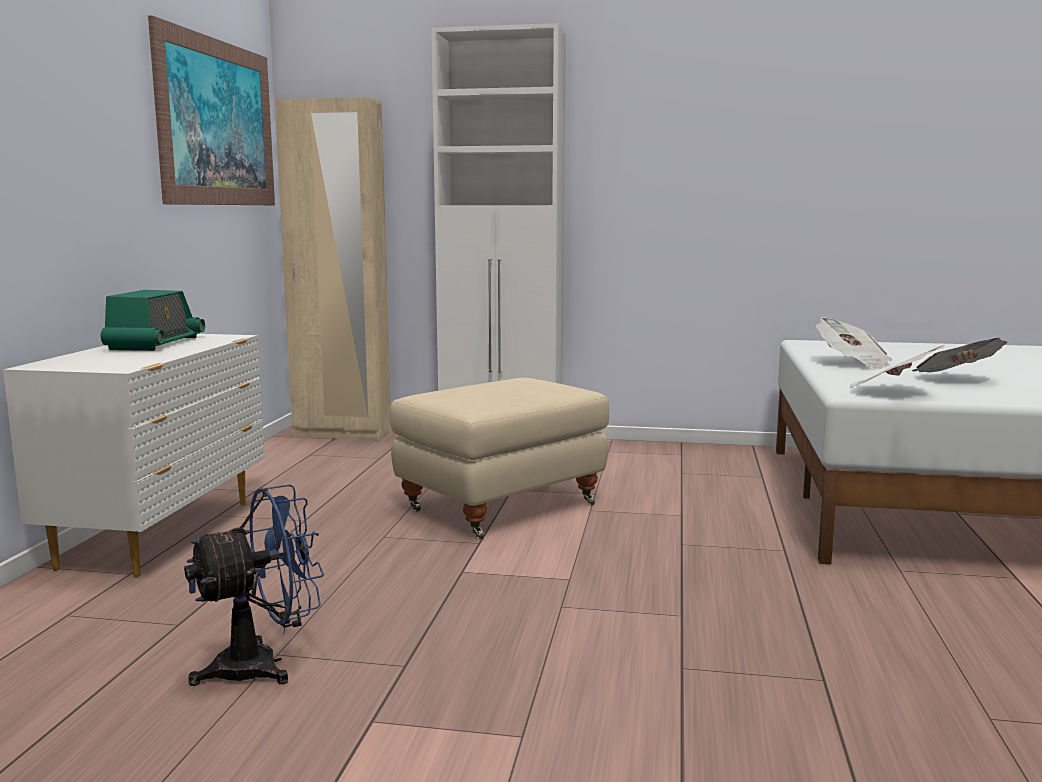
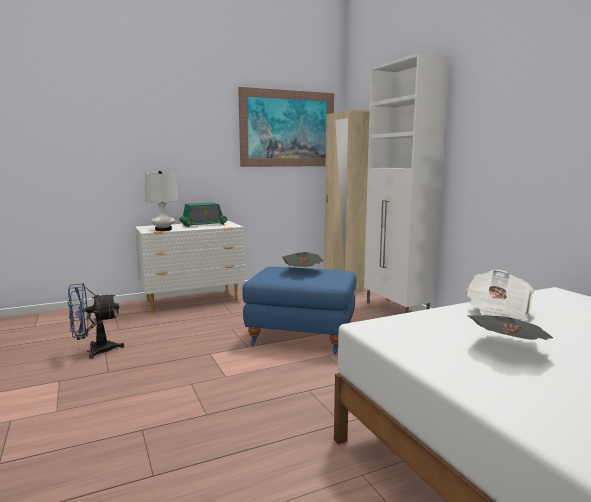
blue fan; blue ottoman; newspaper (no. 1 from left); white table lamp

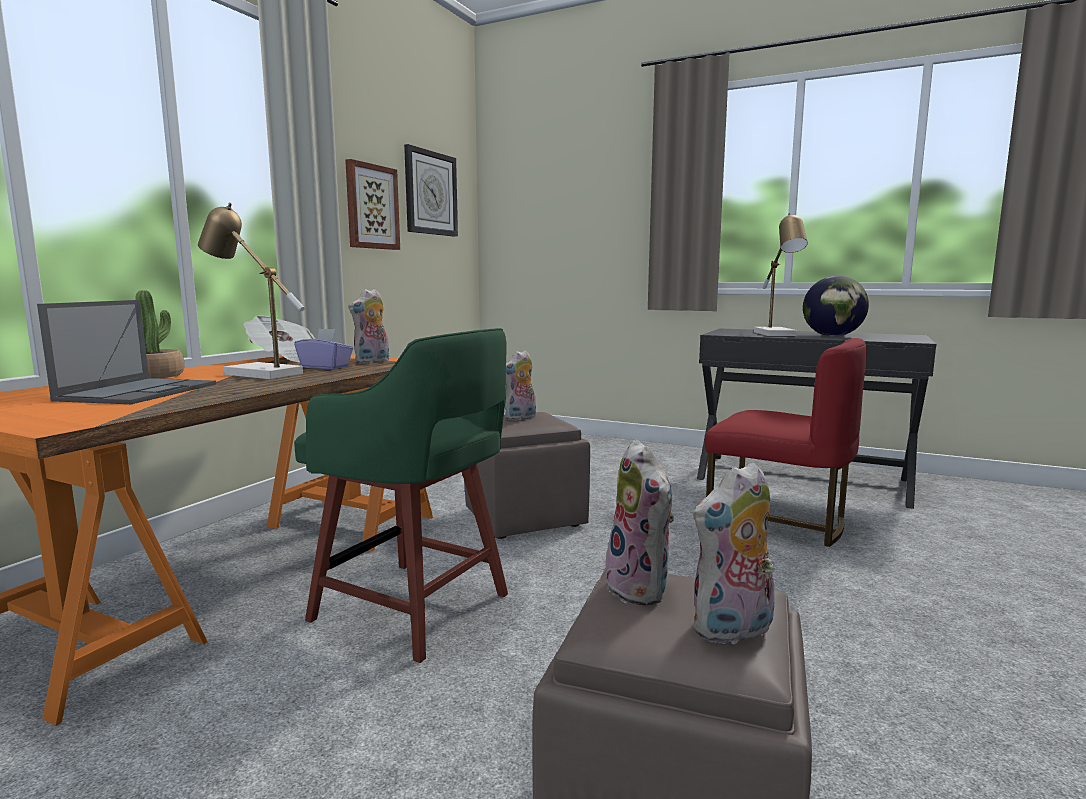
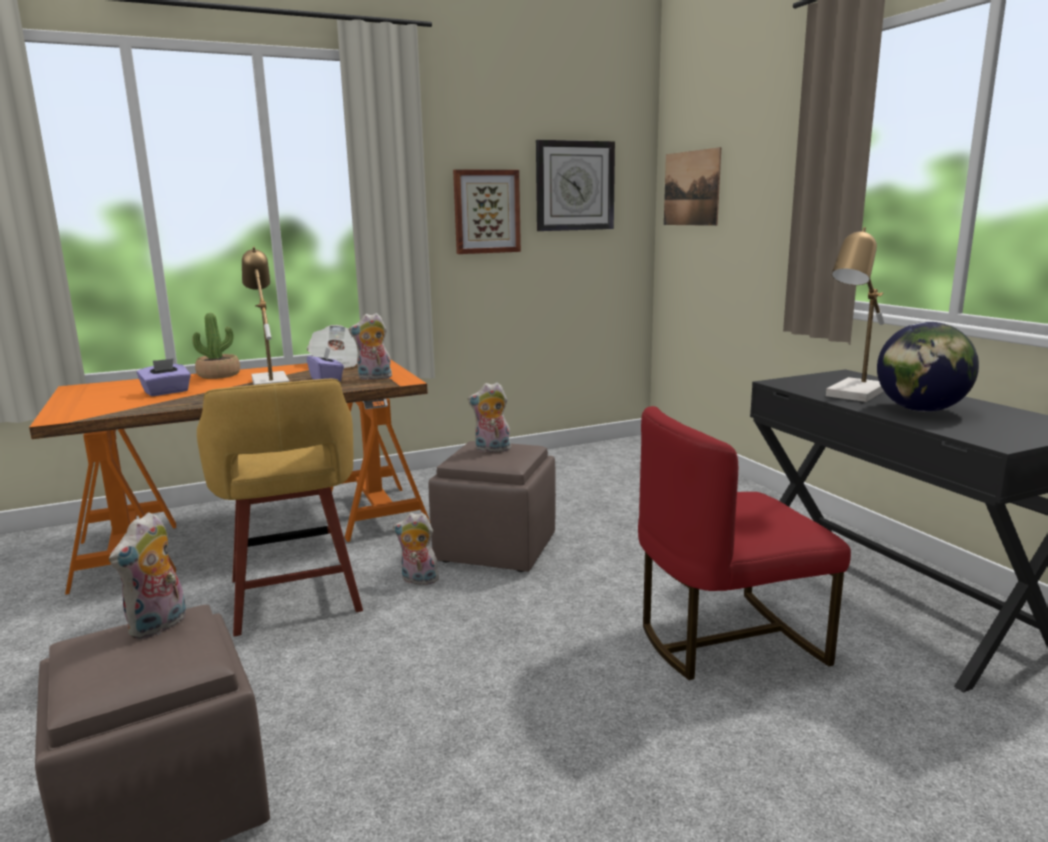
purple tissue box (no. 1 from left); yellow stool; plush toy (no. 3 from left); red chair; picture (no. 2 from left)

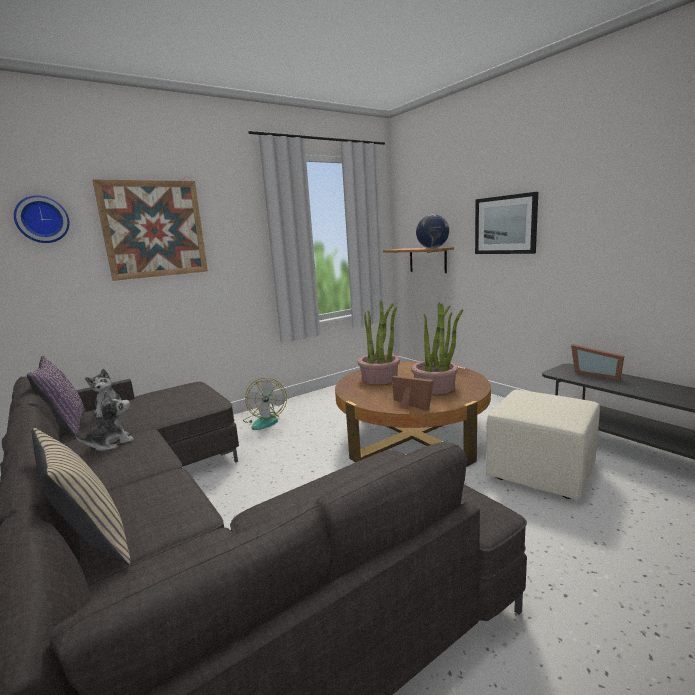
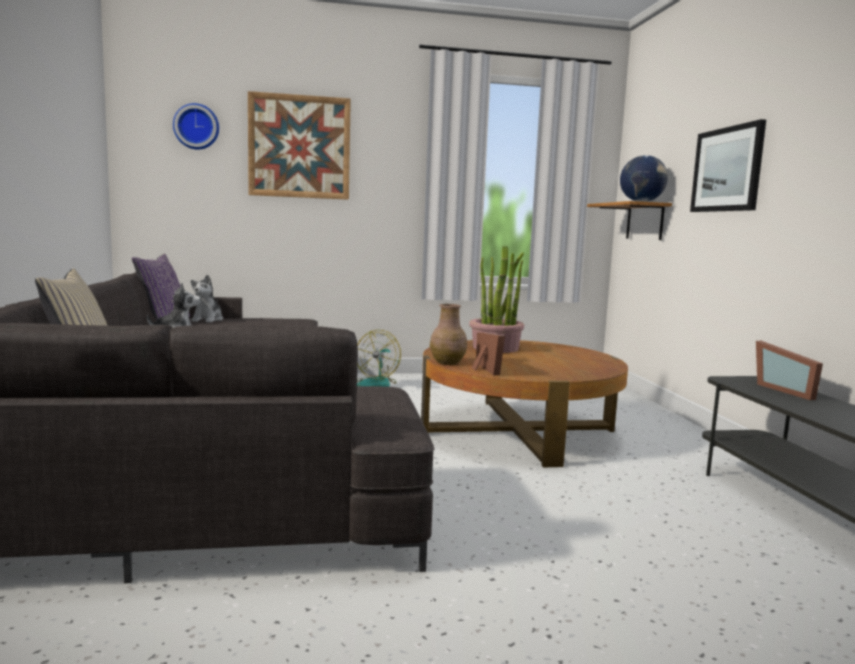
potted plant (no. 2 from left in the first image); beige ottoman; brown vase

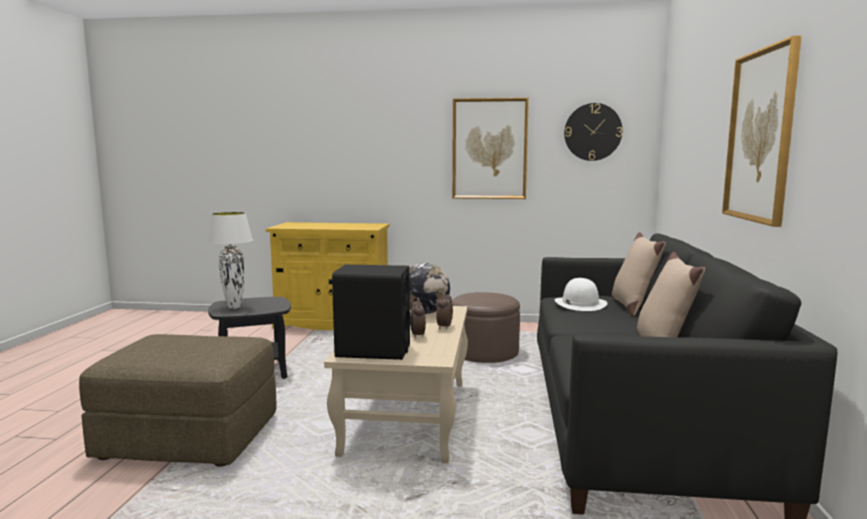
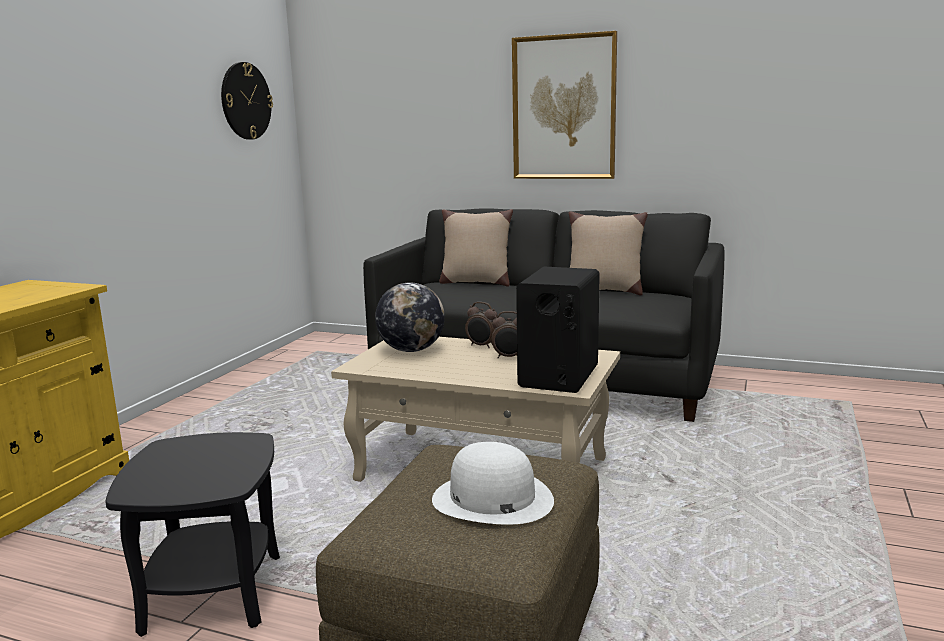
white table lamp; picture (no. 1 from left in the first image); brown ottoman (no. 2 from left in the first image); white hat

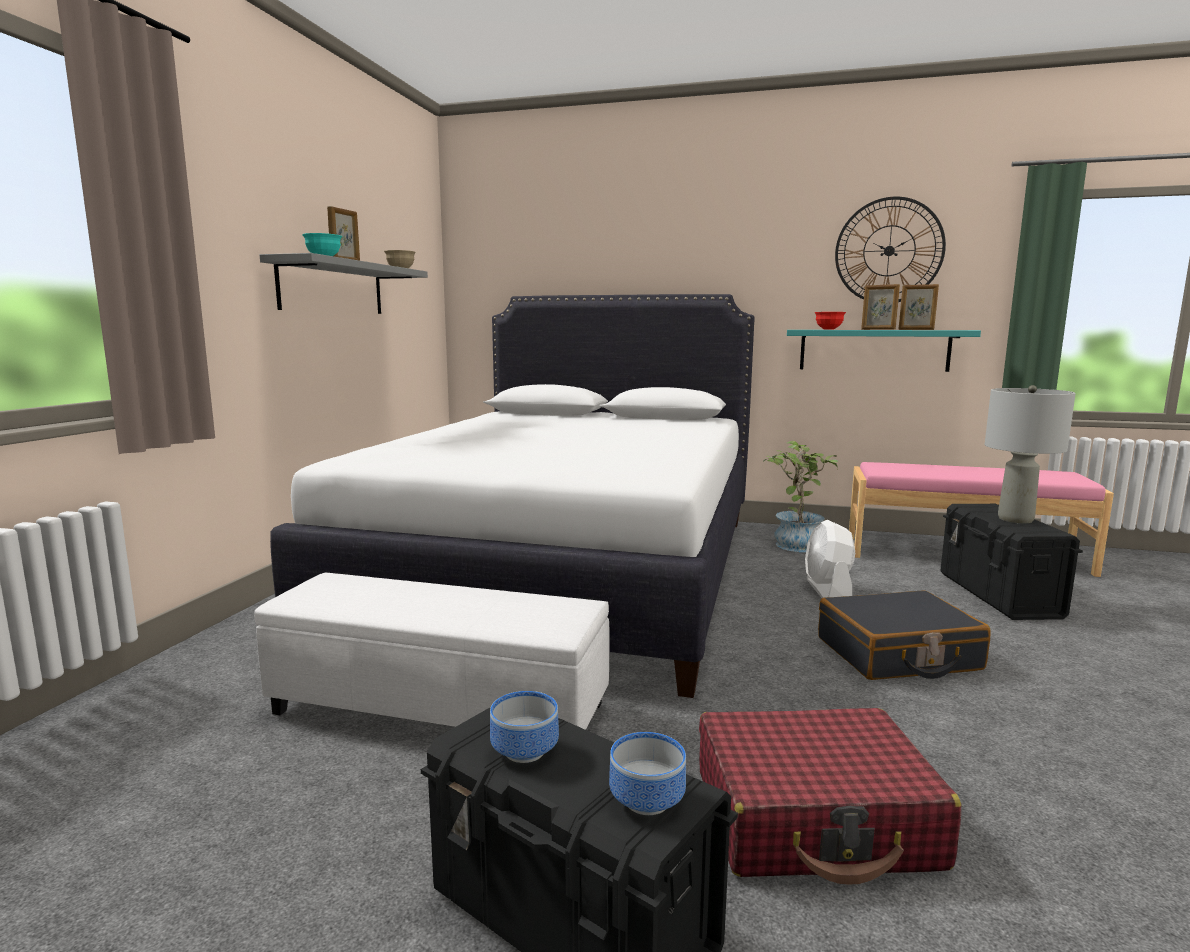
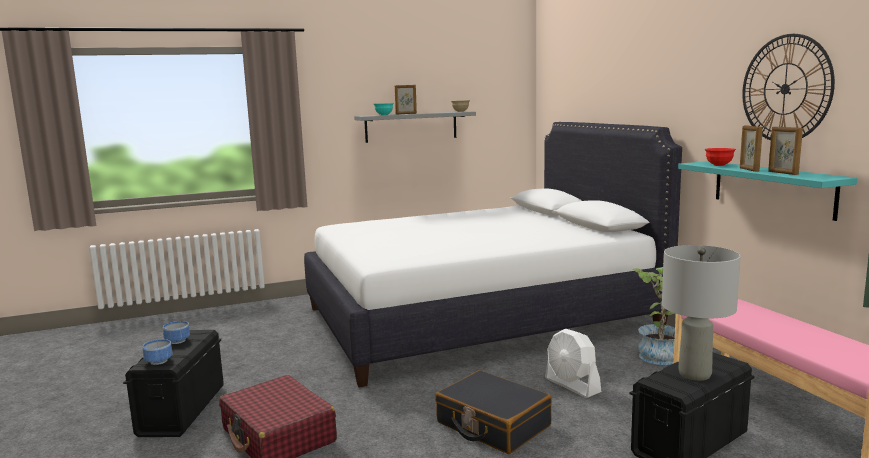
white ottoman; white fan

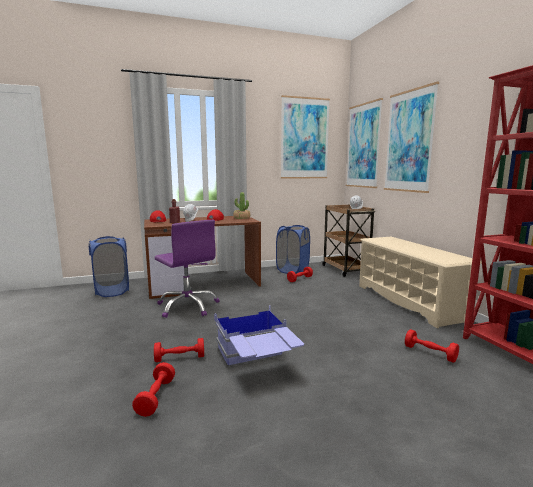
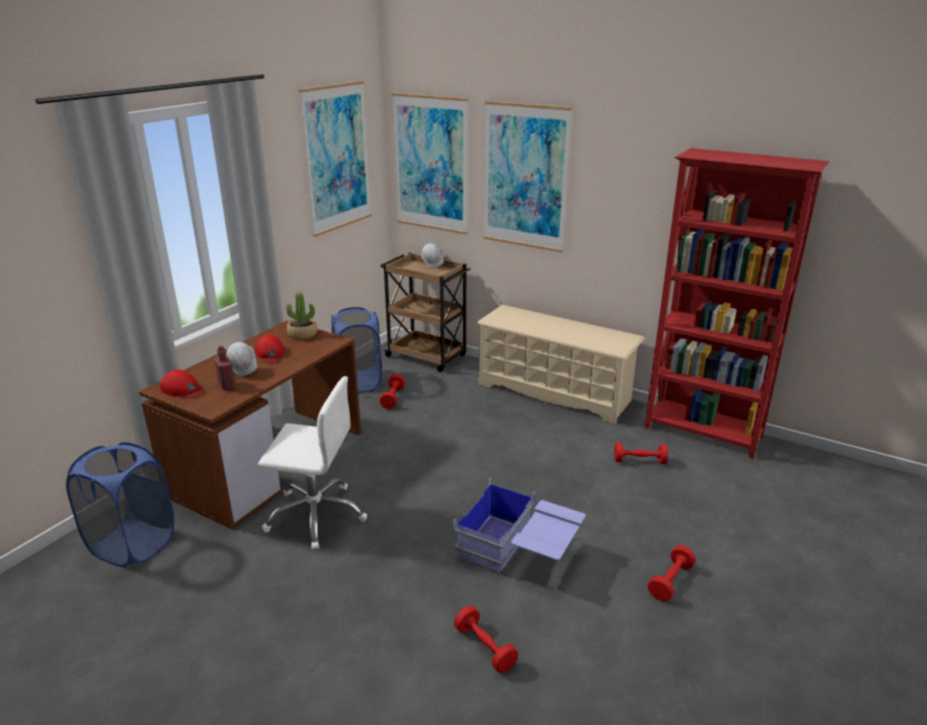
white office chair; red dumbbell (no. 4 from left)

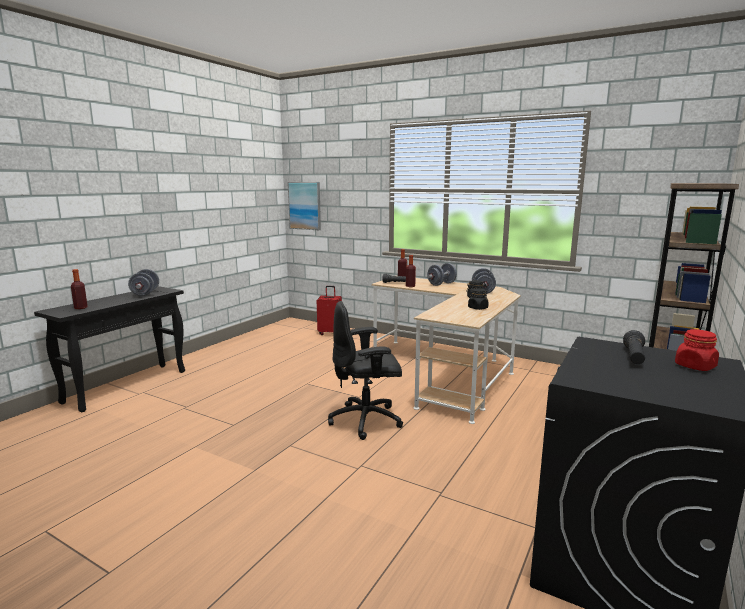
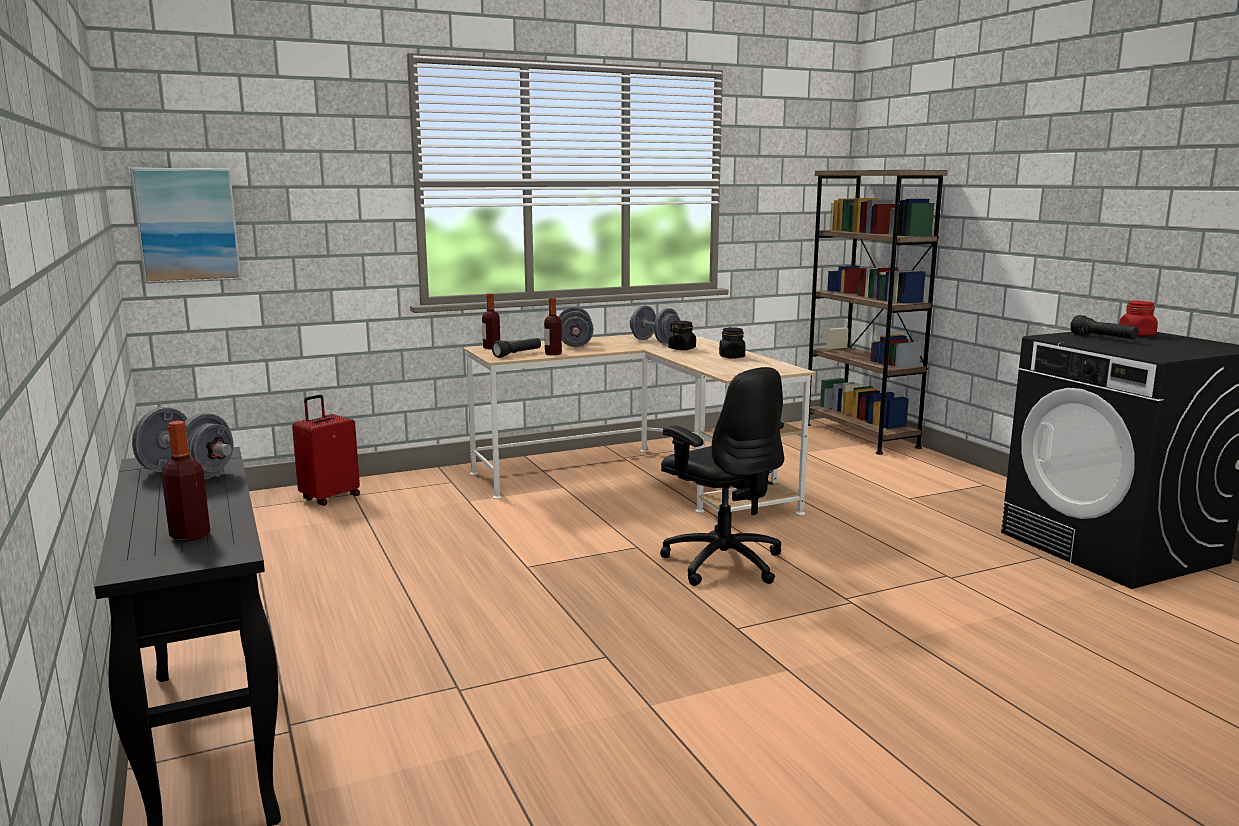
black office chair

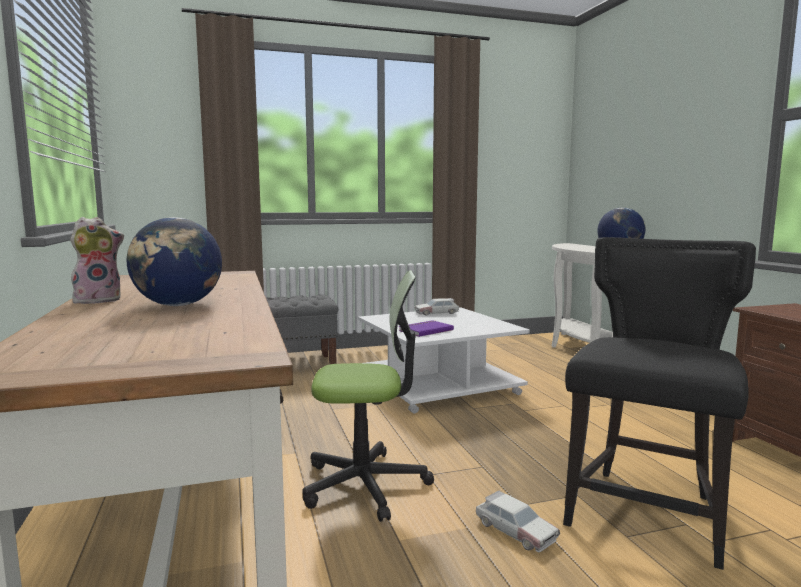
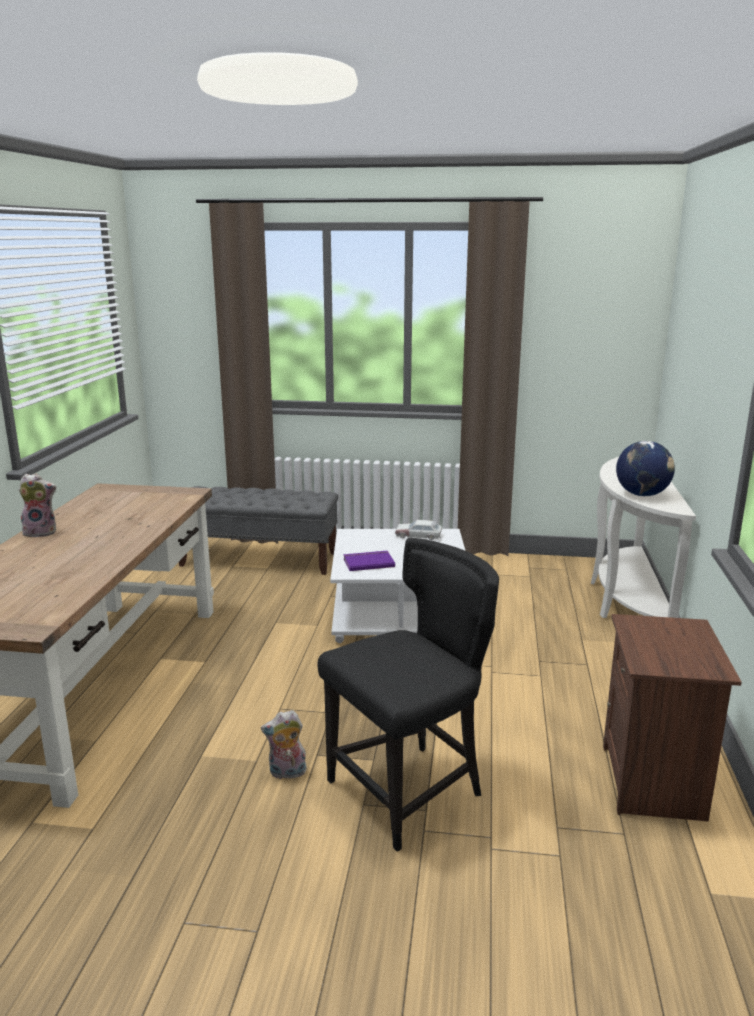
globe (no. 1 from left in the first image); office chair; plush toy (no. 2 from left)

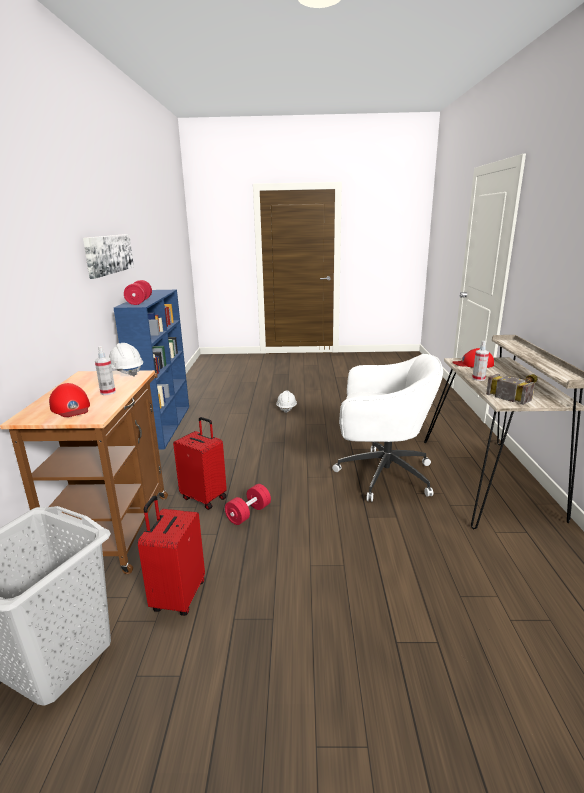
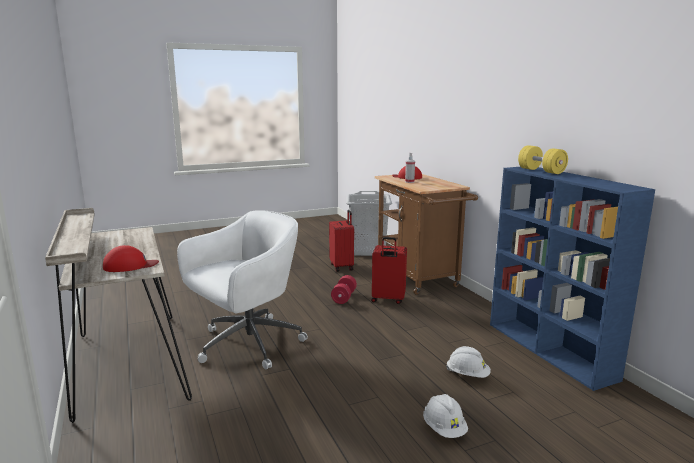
picture; white hard hat (no. 2 from left); yellow dumbbell; white office chair; spray bottle (no. 2 from left in the first image); hammer

